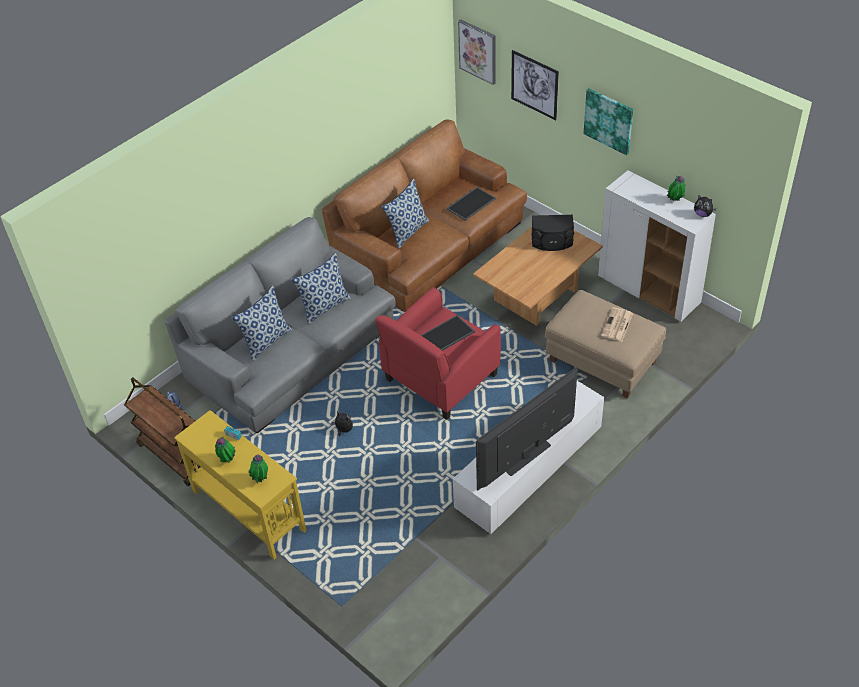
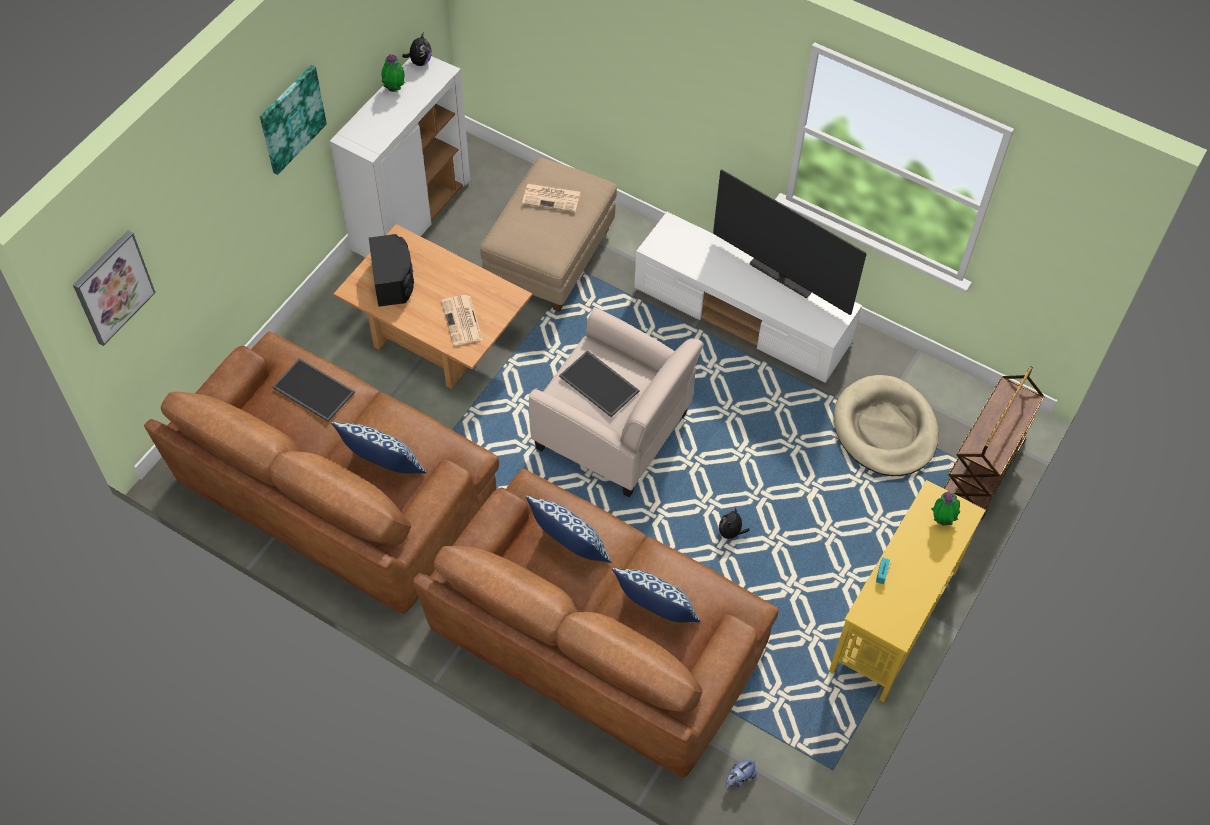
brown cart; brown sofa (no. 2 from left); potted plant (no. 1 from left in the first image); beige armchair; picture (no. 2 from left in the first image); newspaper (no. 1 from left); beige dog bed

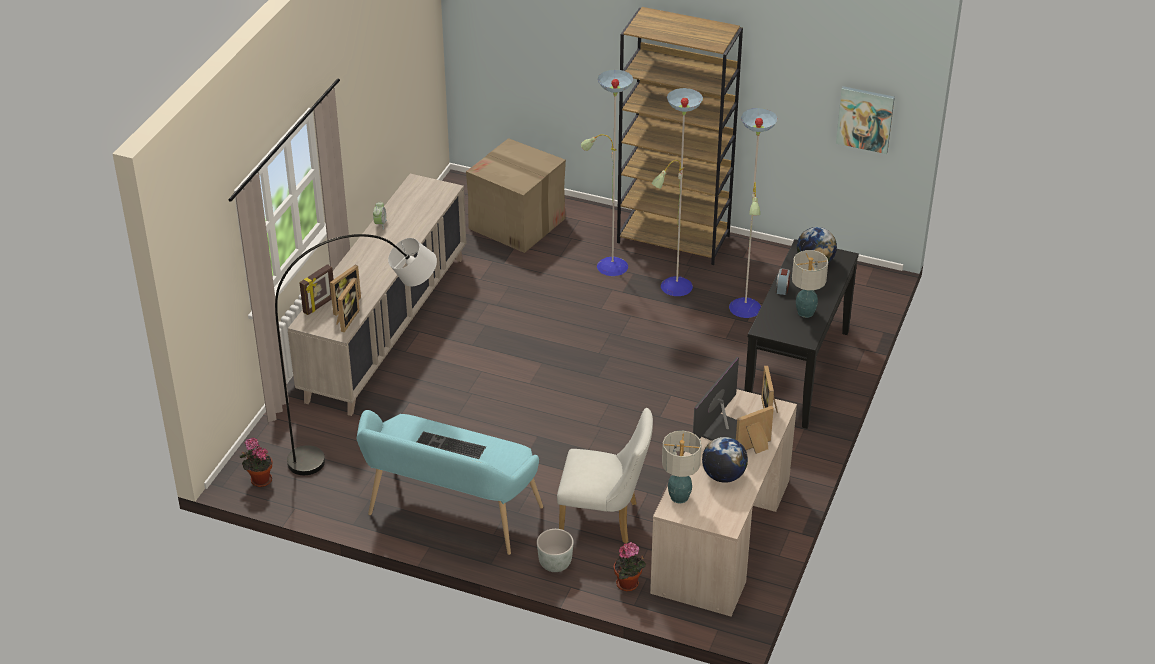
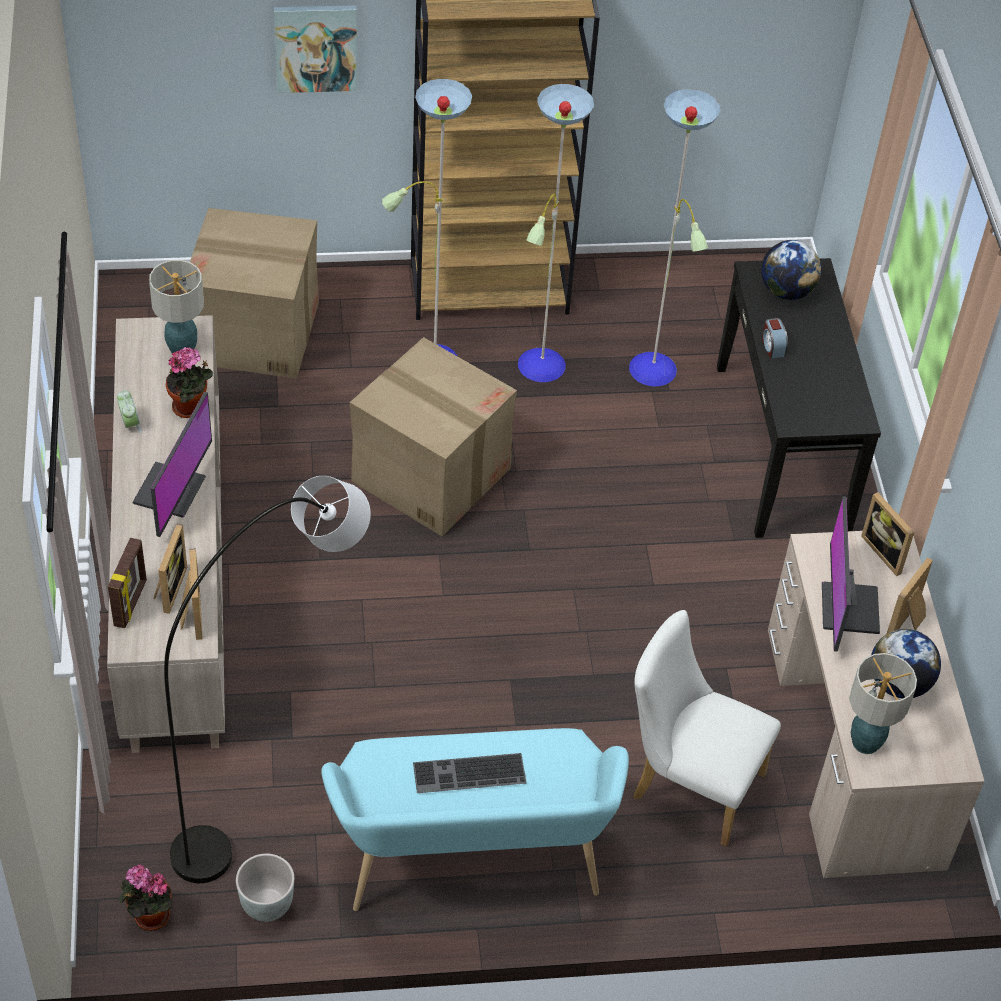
grey planter; white chair; potted plant (no. 2 from left); table lamp (no. 1 from left); picture; monitor (no. 1 from left); cardboard box (no. 2 from left)

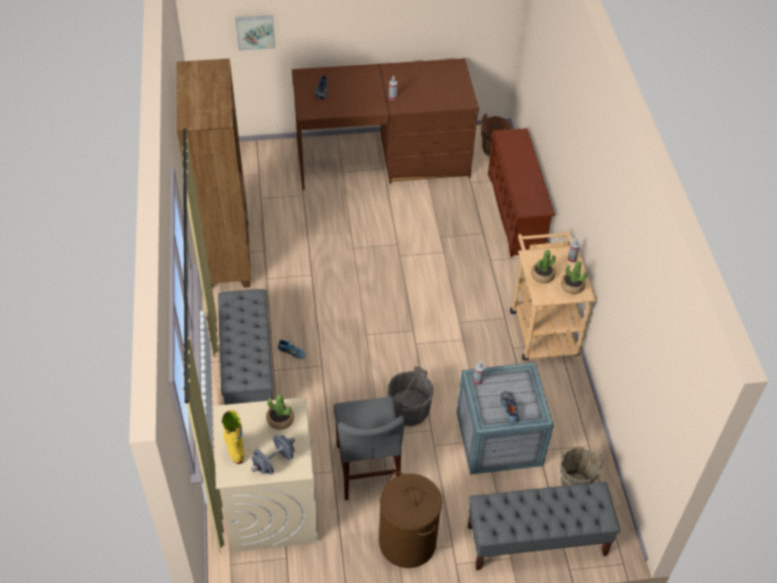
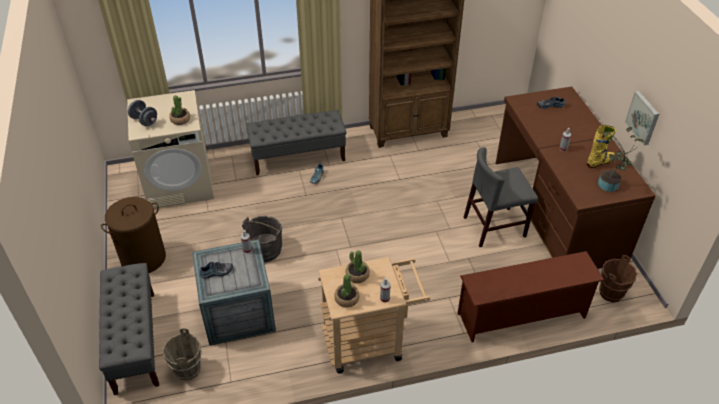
yellow boot; picture; grey chair; potted plant (no. 4 from left)

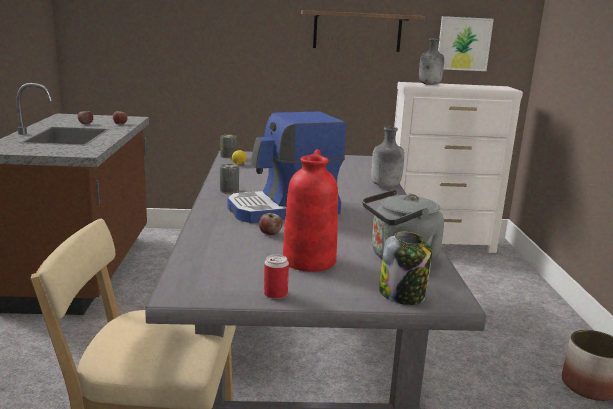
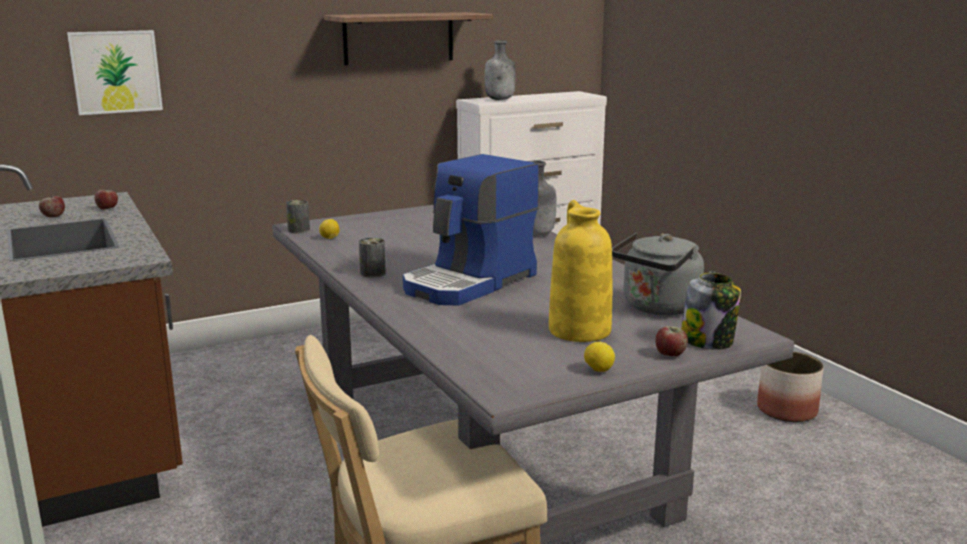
apple (no. 3 from left); lemon (no. 2 from left); yellow vase; picture

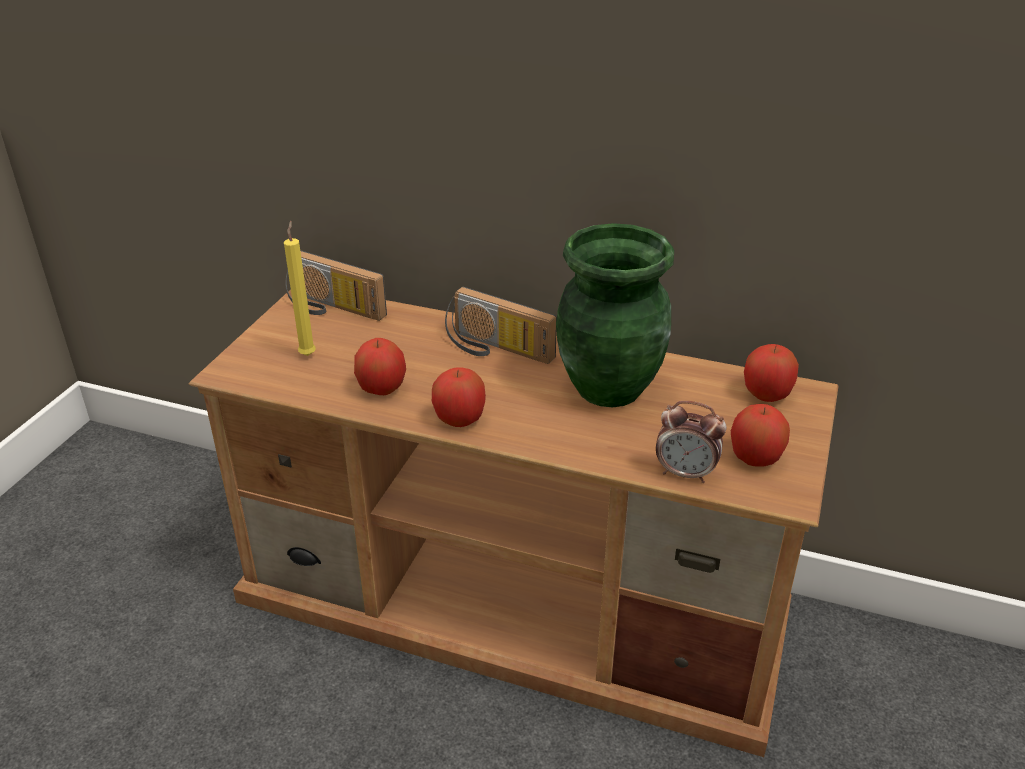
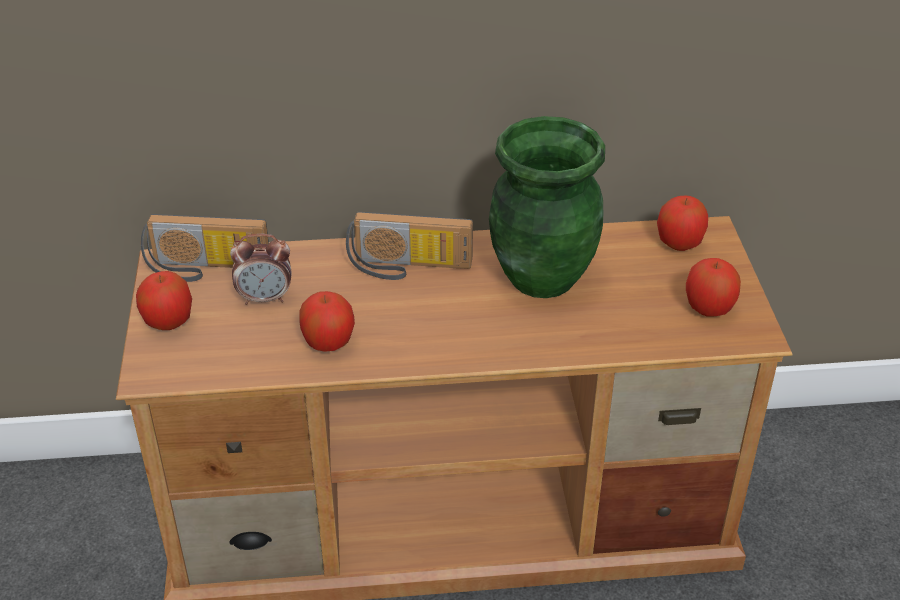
yellow candle; apple (no. 1 from left); alarm clock

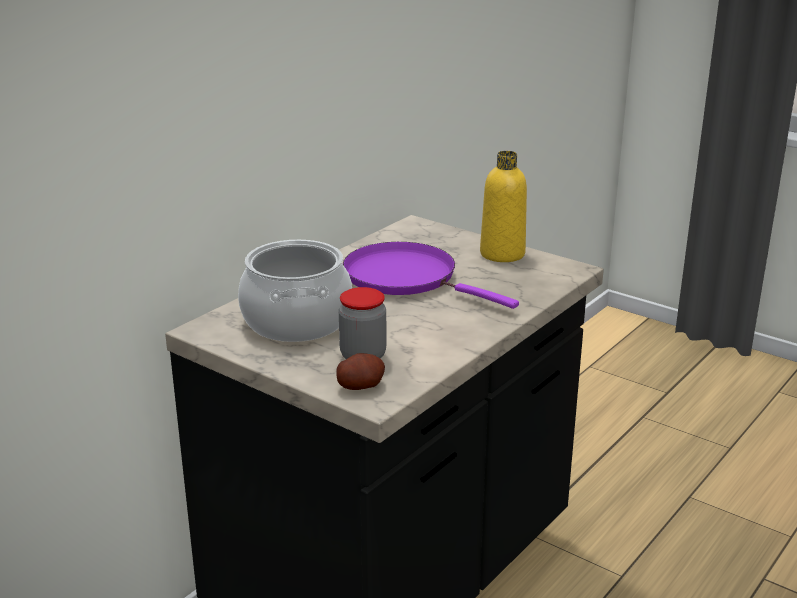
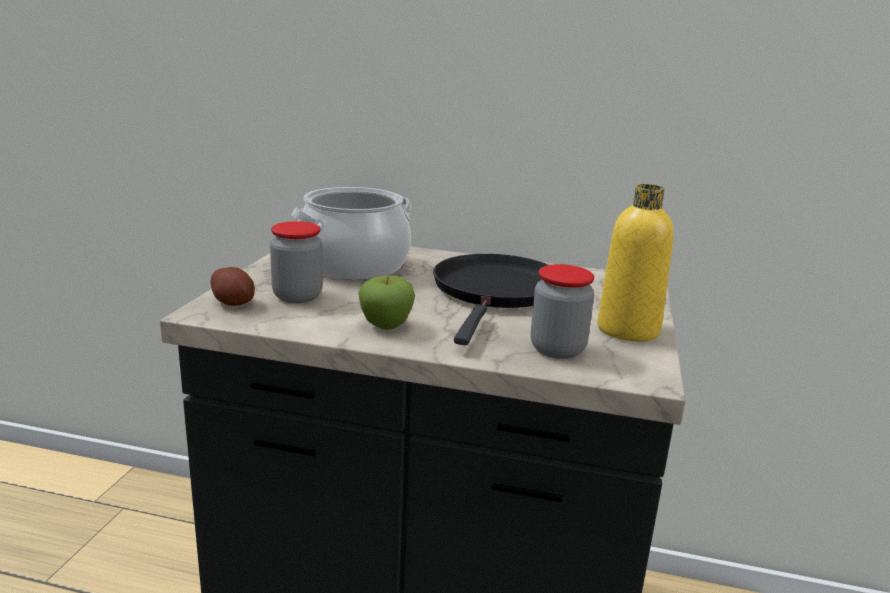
black frying pan; apple; jar (no. 2 from left)

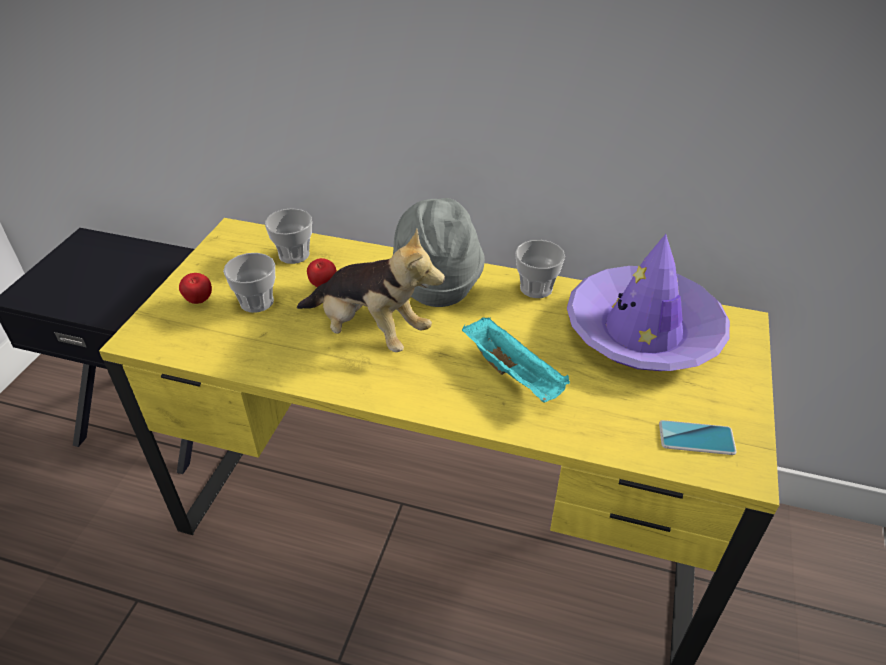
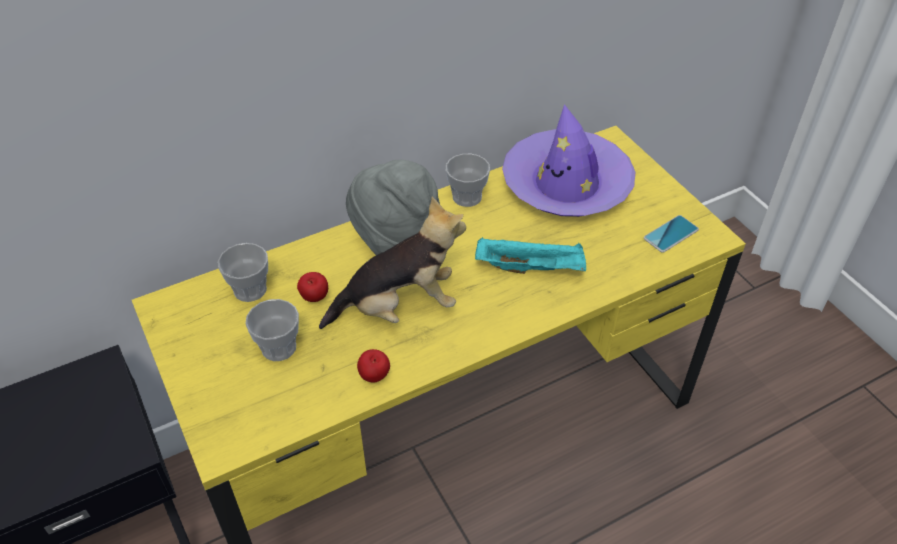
apple (no. 2 from left)

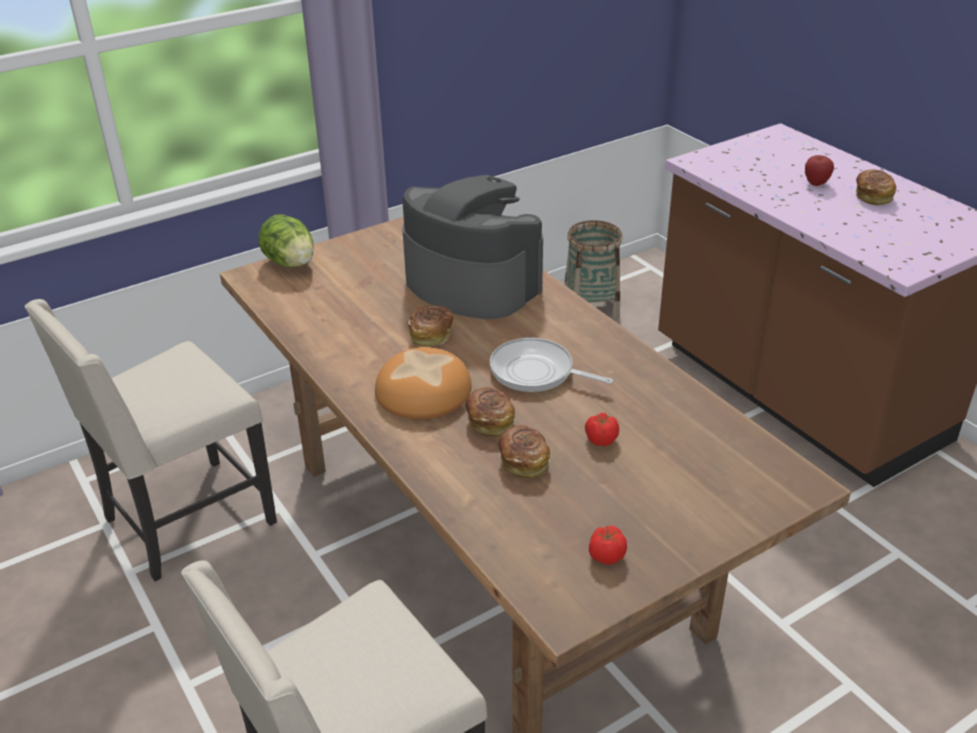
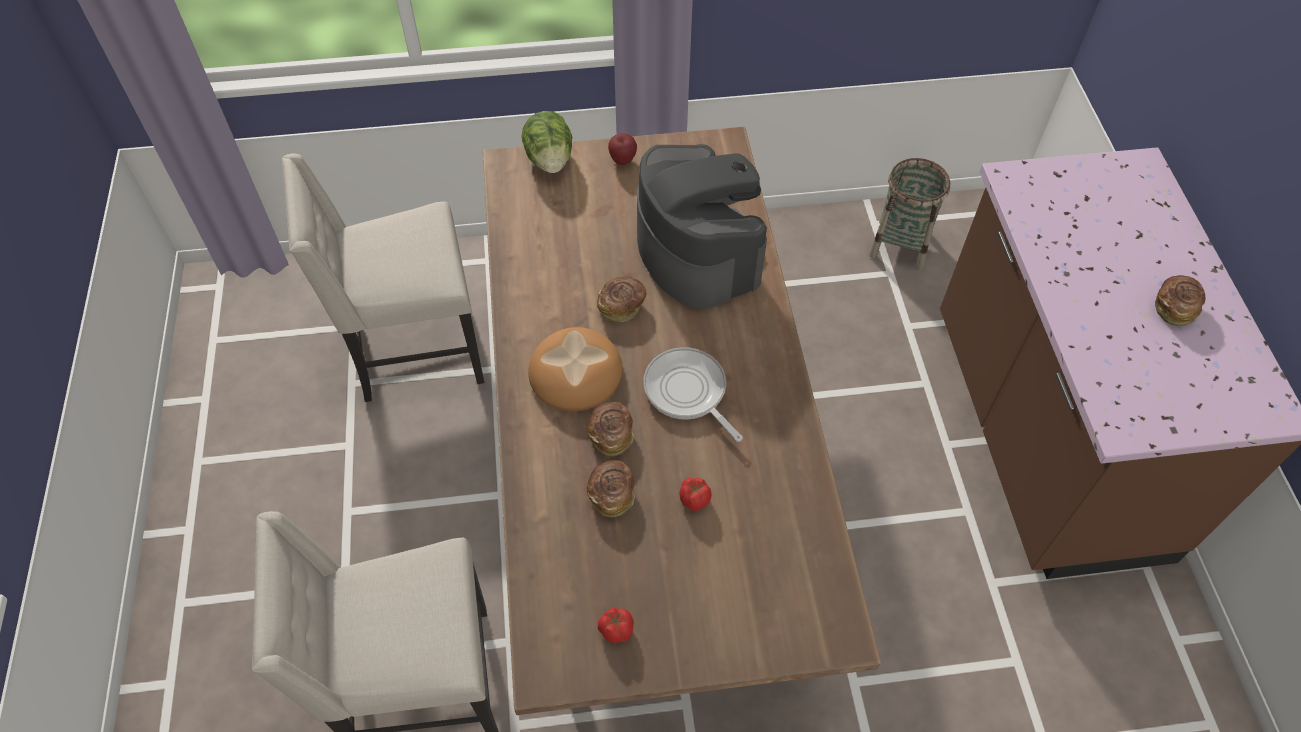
apple

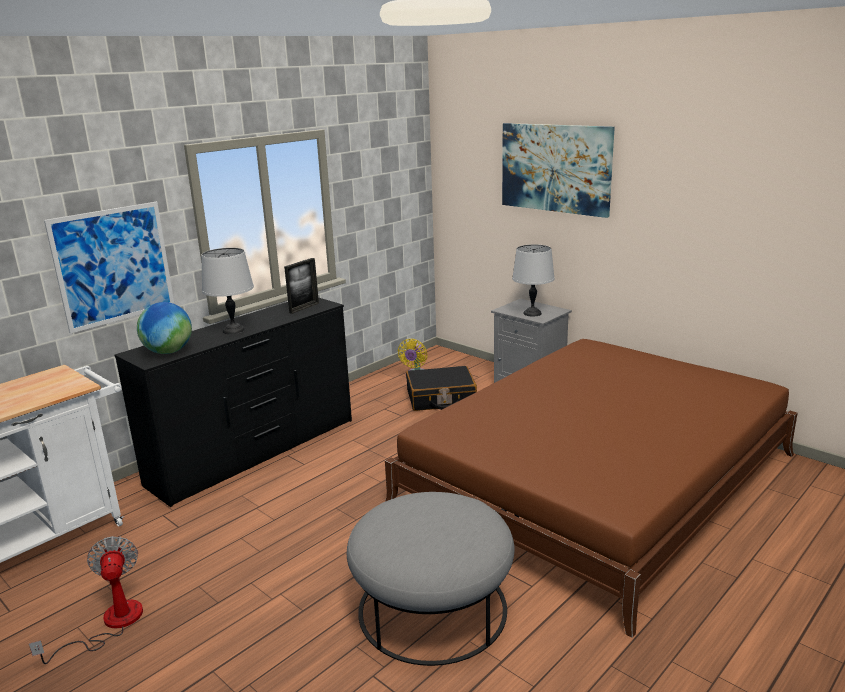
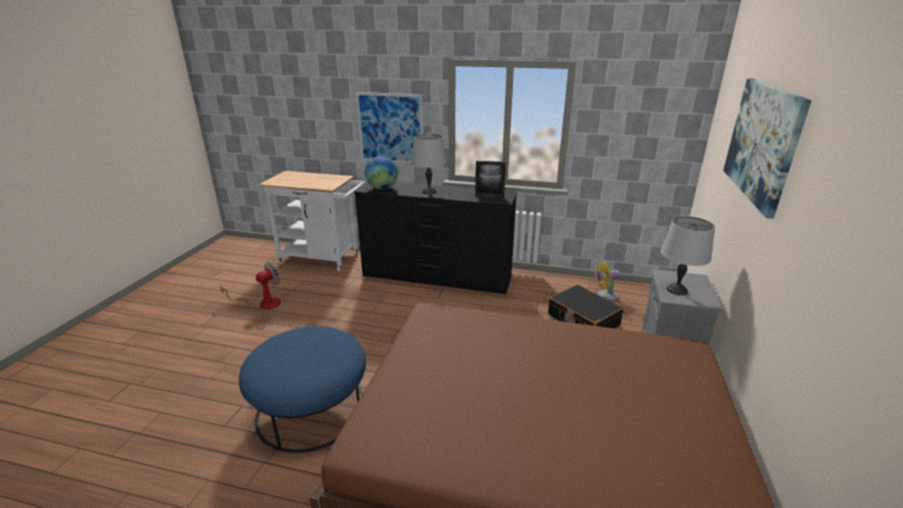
blue ottoman

